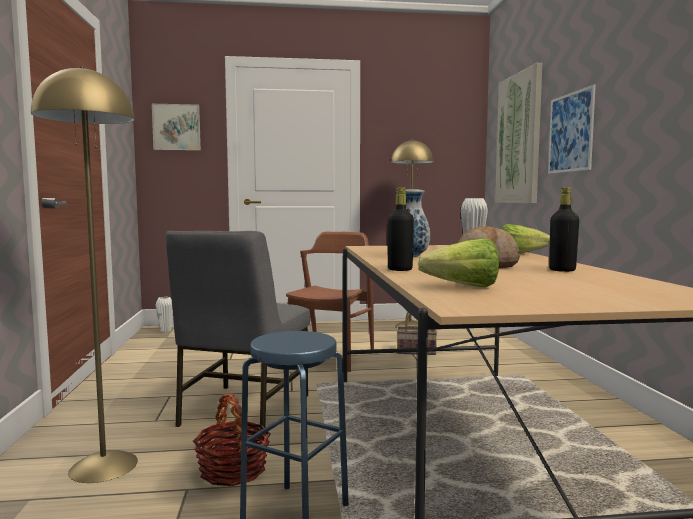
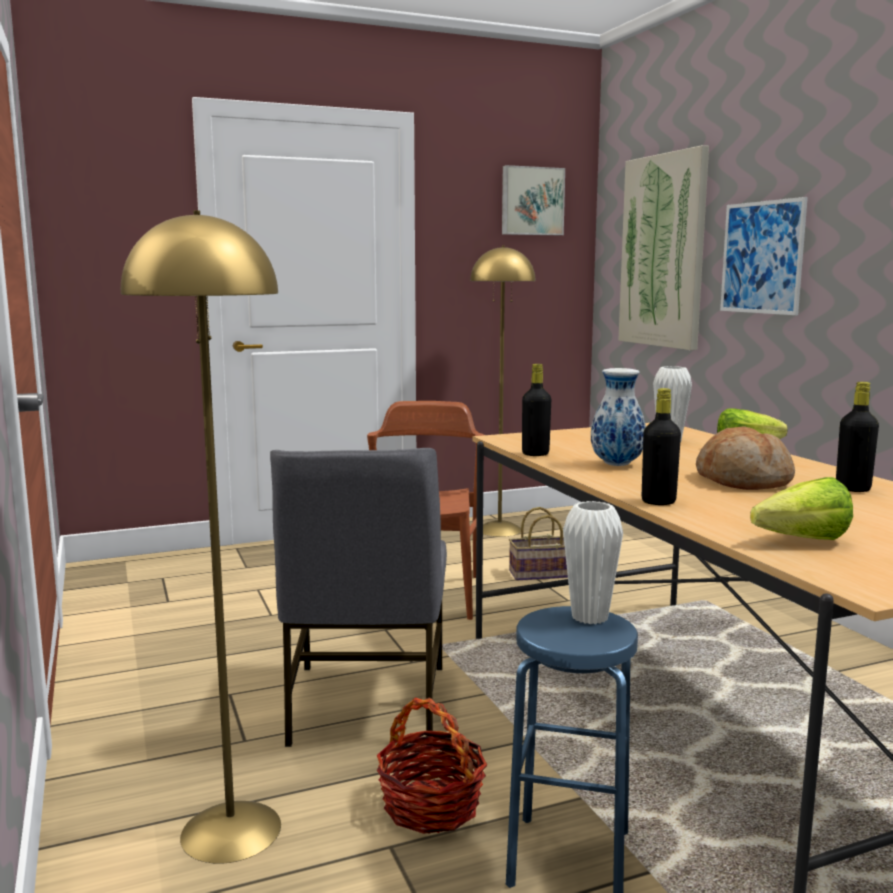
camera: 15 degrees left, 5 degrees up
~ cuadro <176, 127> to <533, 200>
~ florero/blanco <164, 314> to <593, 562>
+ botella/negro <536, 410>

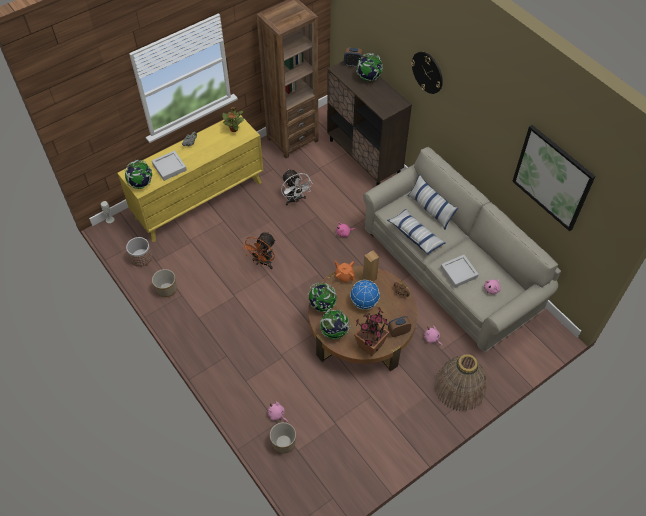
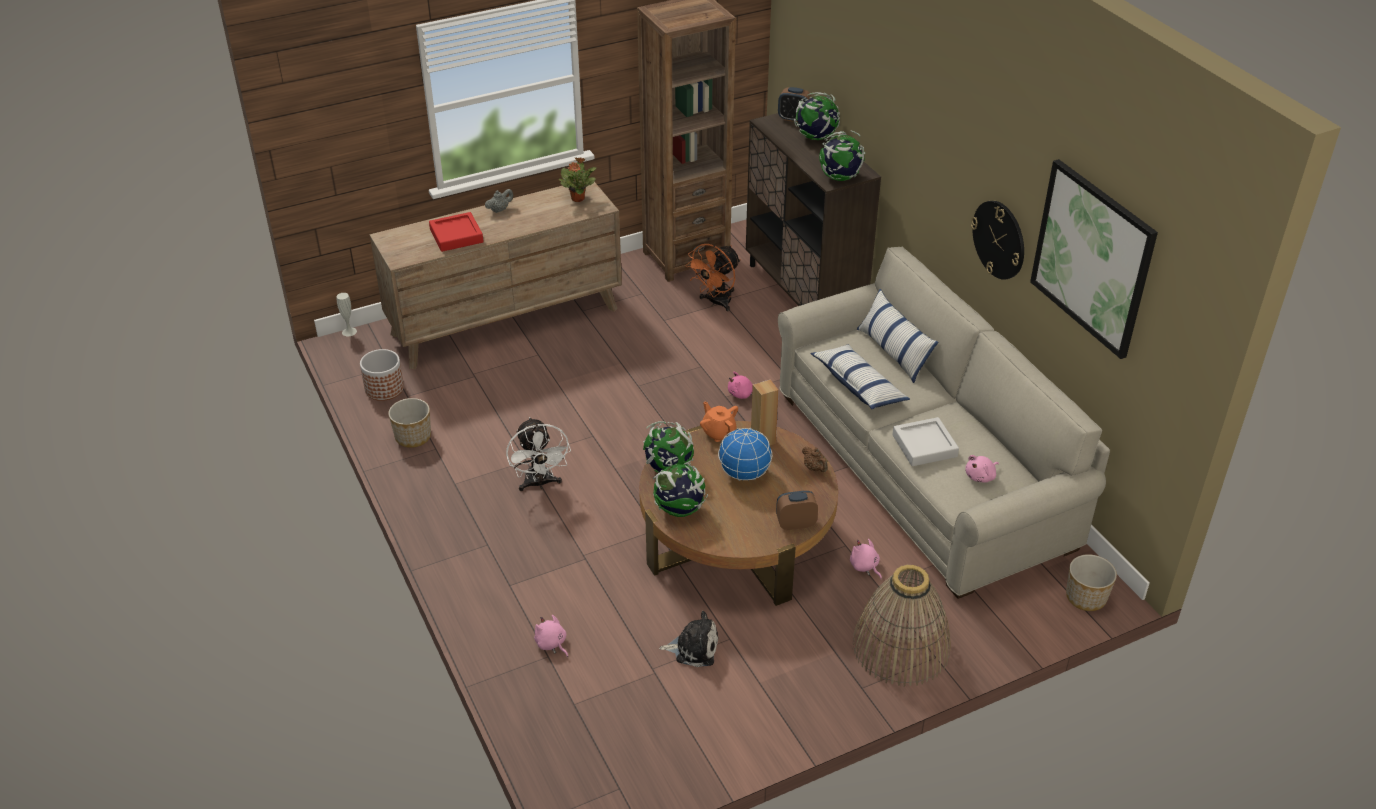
camera: 10 degrees right, 15 degrees down
~ reloj de pared <427, 72> to <997, 240>
~ cómoda/amarillo <190, 178> to cómoda/marrón <496, 275>
~ bandeja/gris <169, 165> to bandeja/rojo <456, 232>
~ globo terráqueo <138, 174> to <842, 155>
~ ventilador/blanco <297, 187> to <538, 454>
~ ventilador/naranja <259, 250> to <713, 277>
- planta en maceta <371, 331>
~ maceta <283, 438> to <1091, 582>
+ peluche <688, 639>

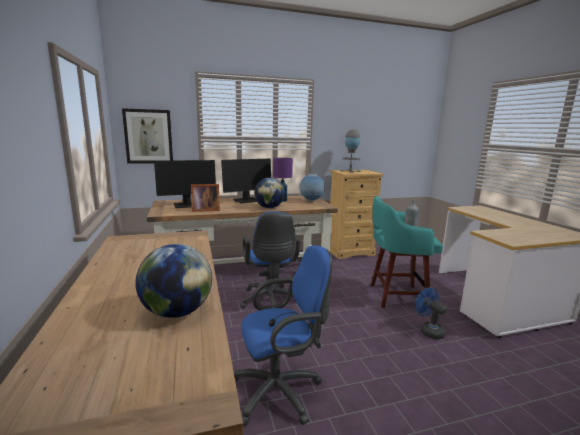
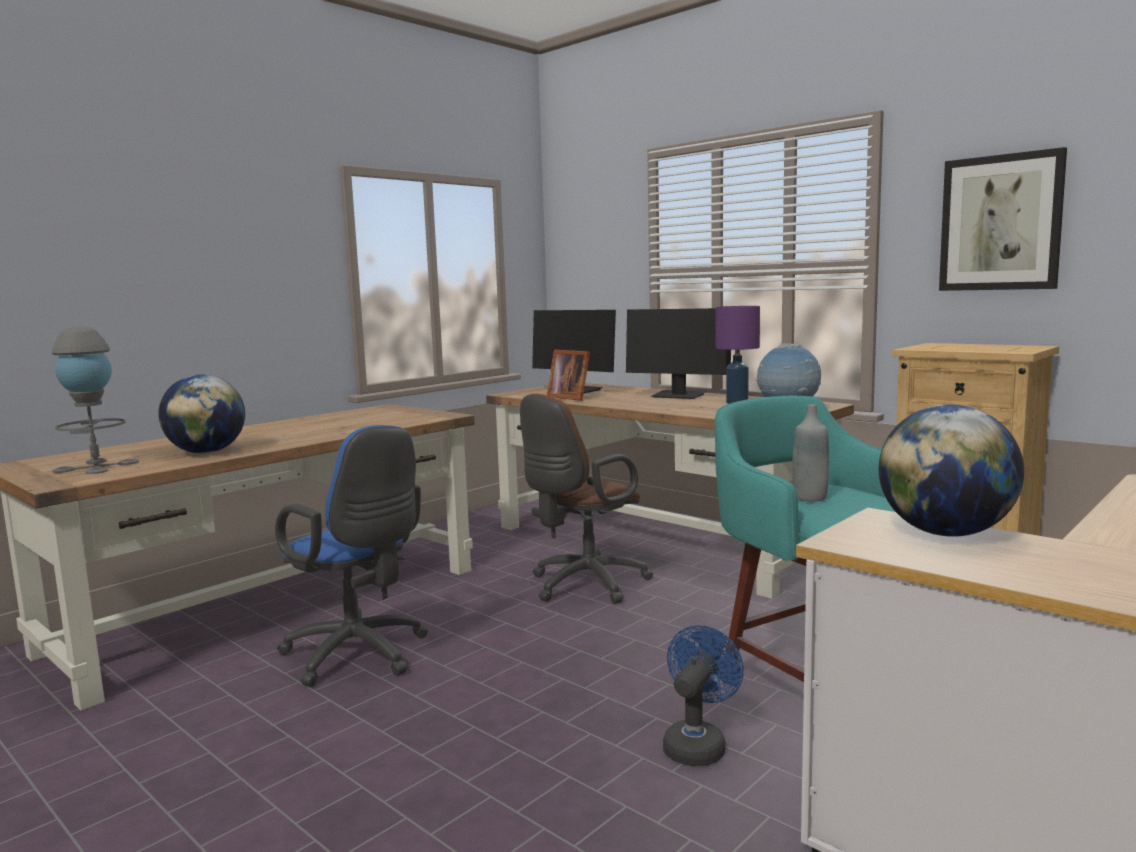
camera: 60 degrees right, 5 degrees down
~ cuadro <147, 136> to <1003, 219>
~ lámpara de mesa/gris <350, 151> to <95, 400>
~ globo terráqueo <269, 193> to <951, 470>
~ silla de oficina/azul <270, 260> to silla de oficina/marrón <586, 499>

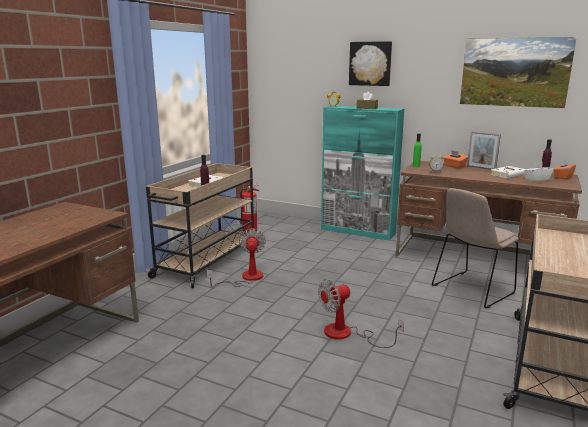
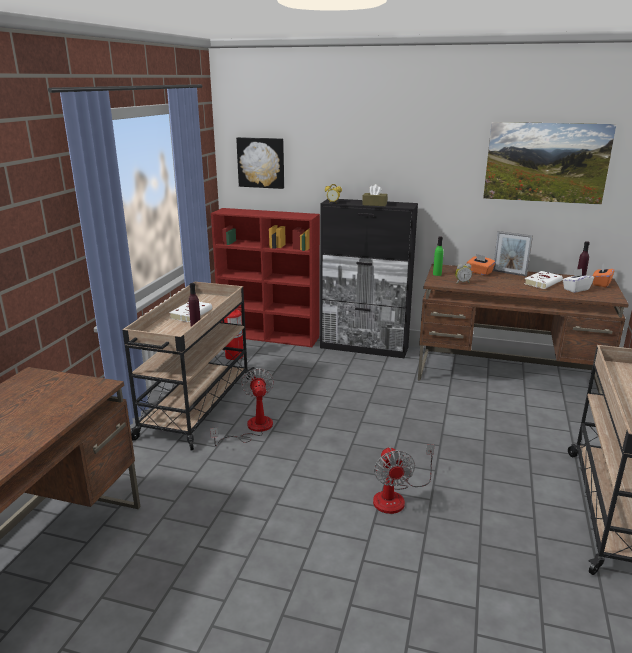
camera: 10 degrees left, 5 degrees up
~ cuadro <370, 63> to <260, 163>
~ armario/turquesa <362, 173> to armario/negro <369, 278>
- silla/beis <475, 248>
~ ventilador <361, 313> = <404, 479> 60 degrees counterclockwise
+ estantería/rojo <265, 277>

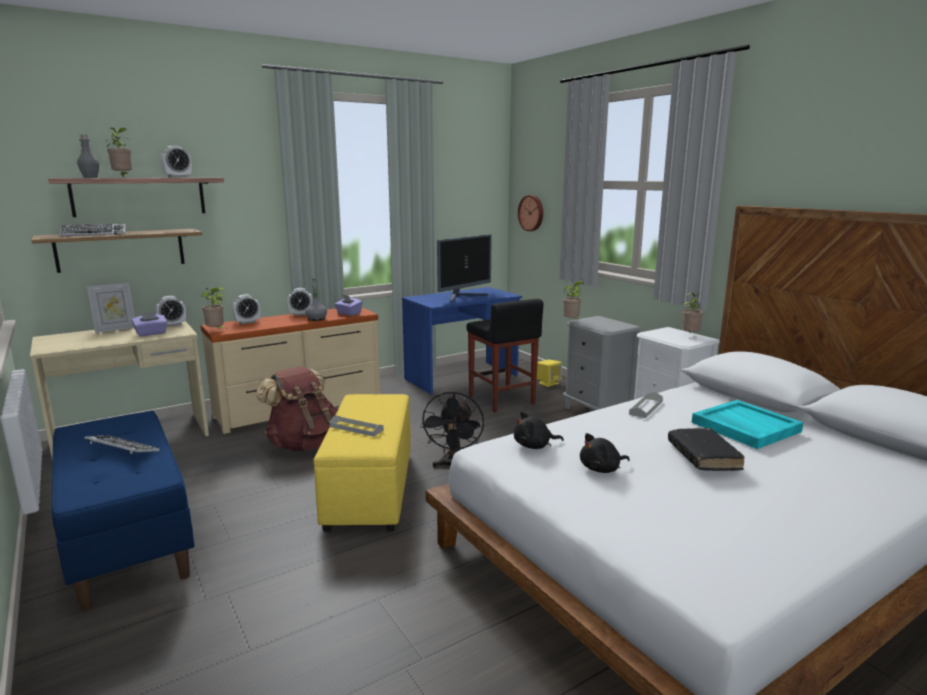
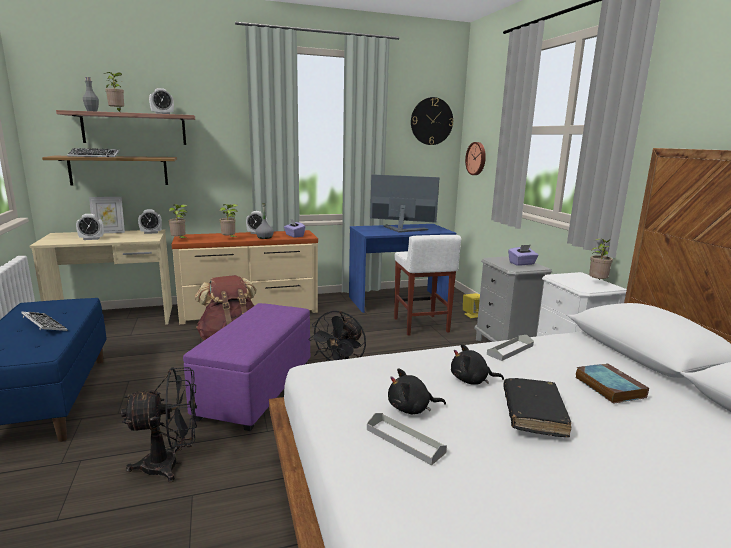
camera: 15 degrees right, 0 degrees up
~ monitor <464, 268> = <404, 203> 135 degrees counterclockwise
~ planta en maceta <573, 301> to <229, 221>
~ despertador <246, 309> to <90, 227>
~ taburete/negro <505, 356> to taburete/blanco <427, 285>
~ caja de pañuelos/morado <149, 323> to <523, 255>
~ puf/amarillo <362, 463> to puf/morado <246, 367>
~ bandeja/turquesa <748, 424> to libro <612, 383>
~ peluche/negro <539, 430> to <477, 364>
~ bandeja/gris <357, 426> to <407, 439>
+ reloj de pared <432, 121>
+ ventilador/negro <159, 424>

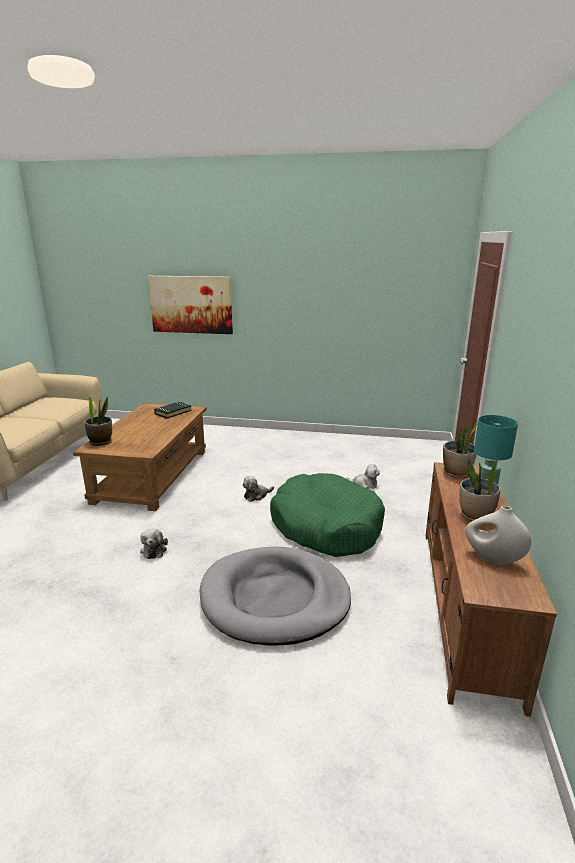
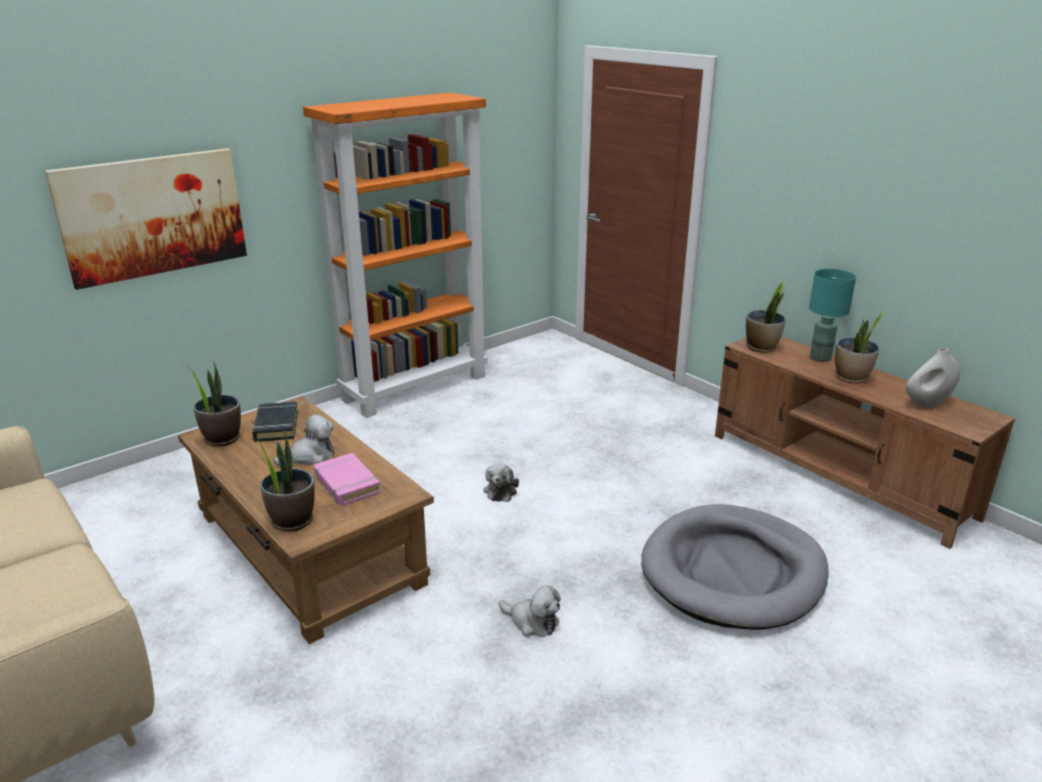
camera: 50 degrees left, 5 degrees up
~ peluche <363, 476> to <304, 440>
- cama para perro/verde <327, 515>
+ estantería/naranja <395, 255>
+ planta en maceta <214, 403>
+ libro/rosa <347, 479>

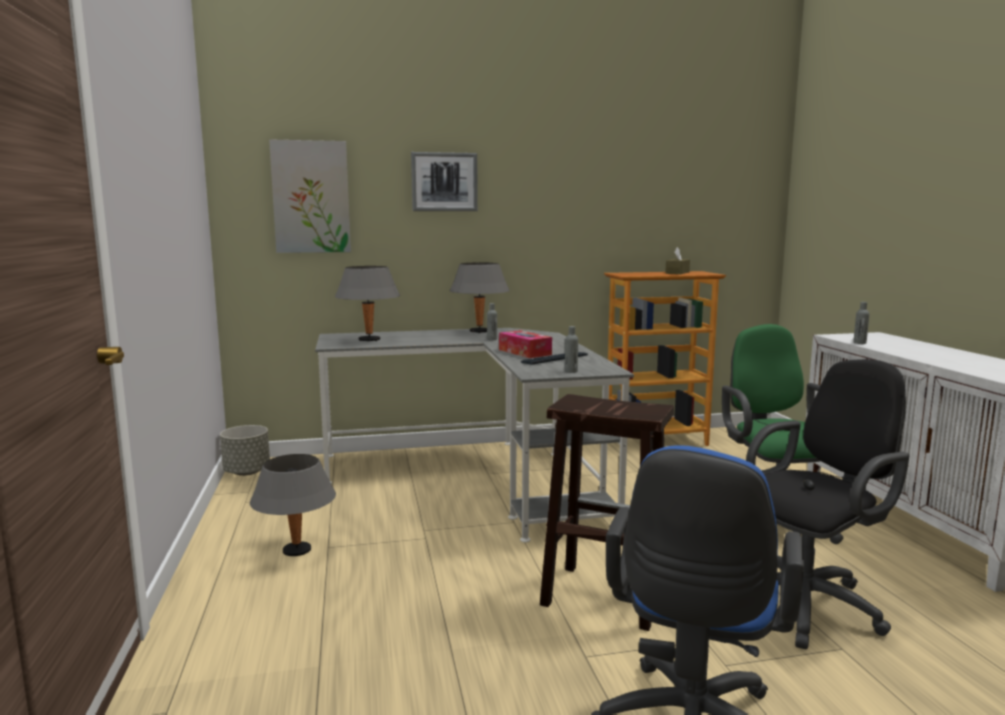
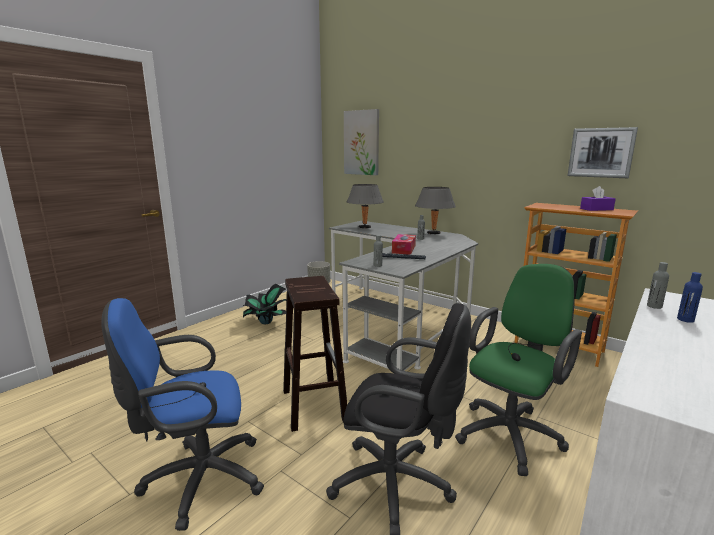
camera: 50 degrees right, 5 degrees up
~ cuadro <444, 181> to <603, 152>
~ caja de pañuelos/marrón <677, 260> to caja de pañuelos/morado <598, 198>
~ lámpara de mesa/gris <293, 505> to planta en maceta <265, 304>
+ botella/azul <690, 297>

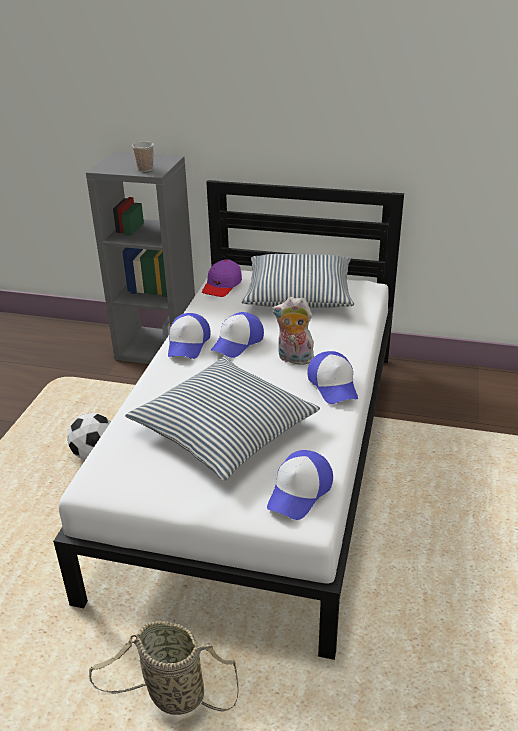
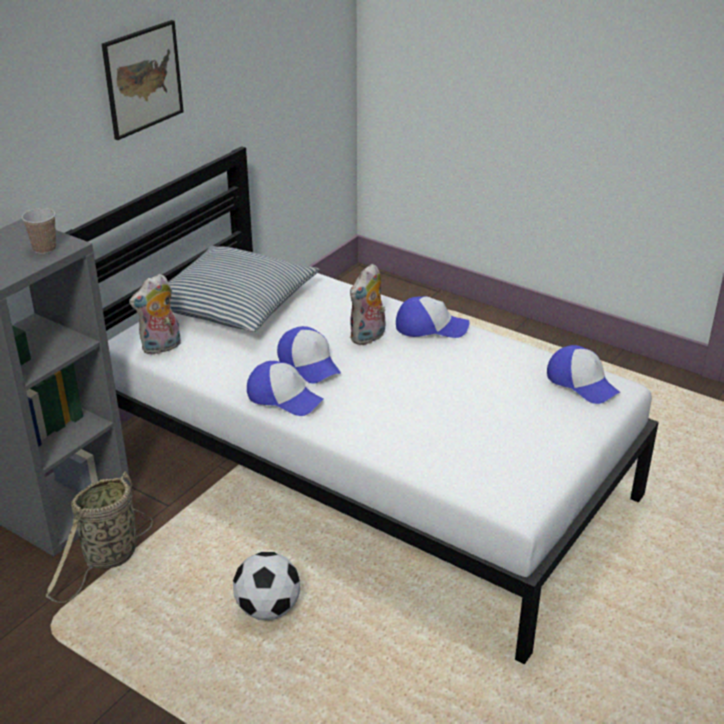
camera: 70 degrees left, 0 degrees up
~ gorra/morado <222, 278> to peluche <155, 314>
- cojín <222, 419>
~ cesta <164, 668> to <99, 537>
+ cuadro <143, 80>

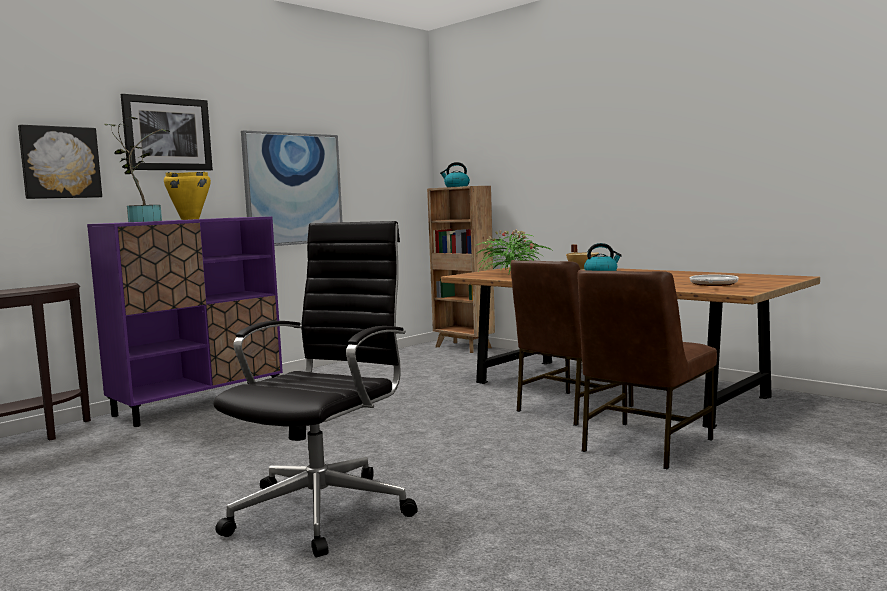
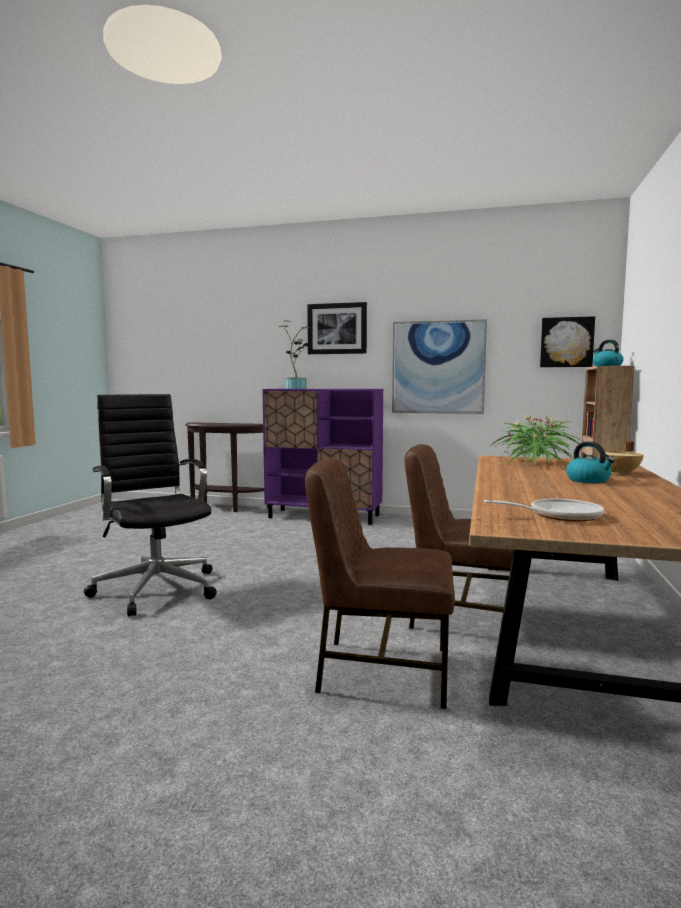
camera: 60 degrees right, 0 degrees up
~ cuadro <60, 162> to <567, 341>
- olla/amarillo <187, 196>
~ silla de oficina/negro <315, 389> = <150, 505> 120 degrees counterclockwise

